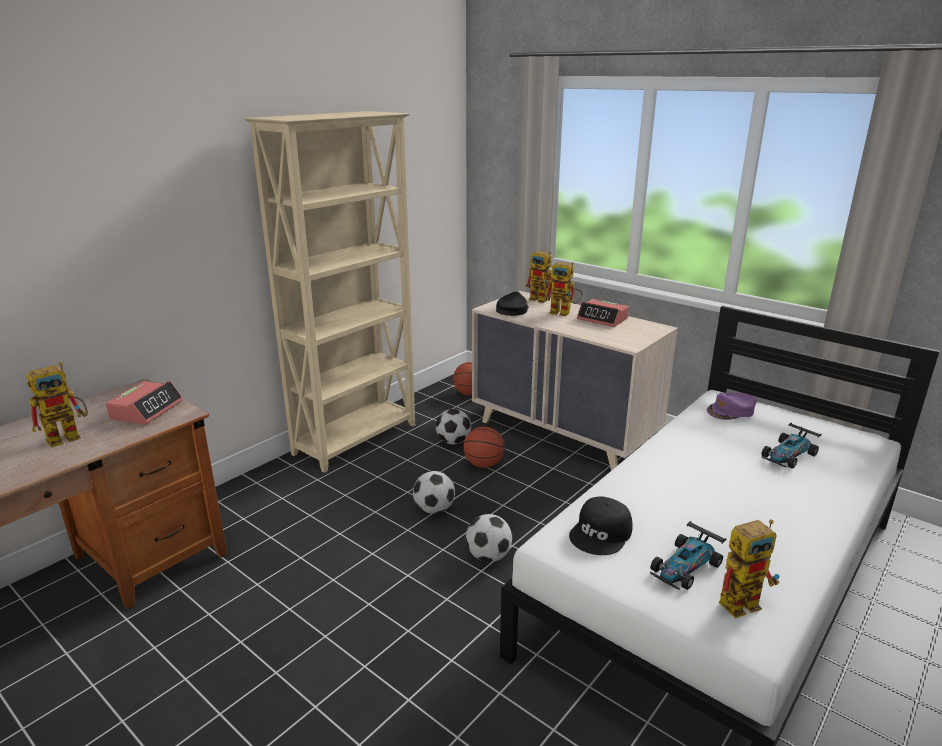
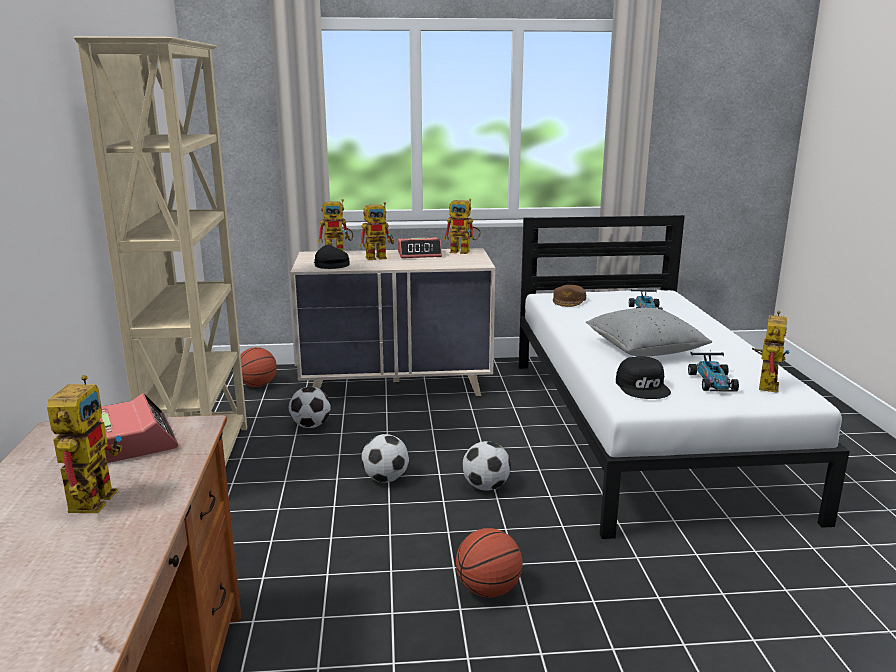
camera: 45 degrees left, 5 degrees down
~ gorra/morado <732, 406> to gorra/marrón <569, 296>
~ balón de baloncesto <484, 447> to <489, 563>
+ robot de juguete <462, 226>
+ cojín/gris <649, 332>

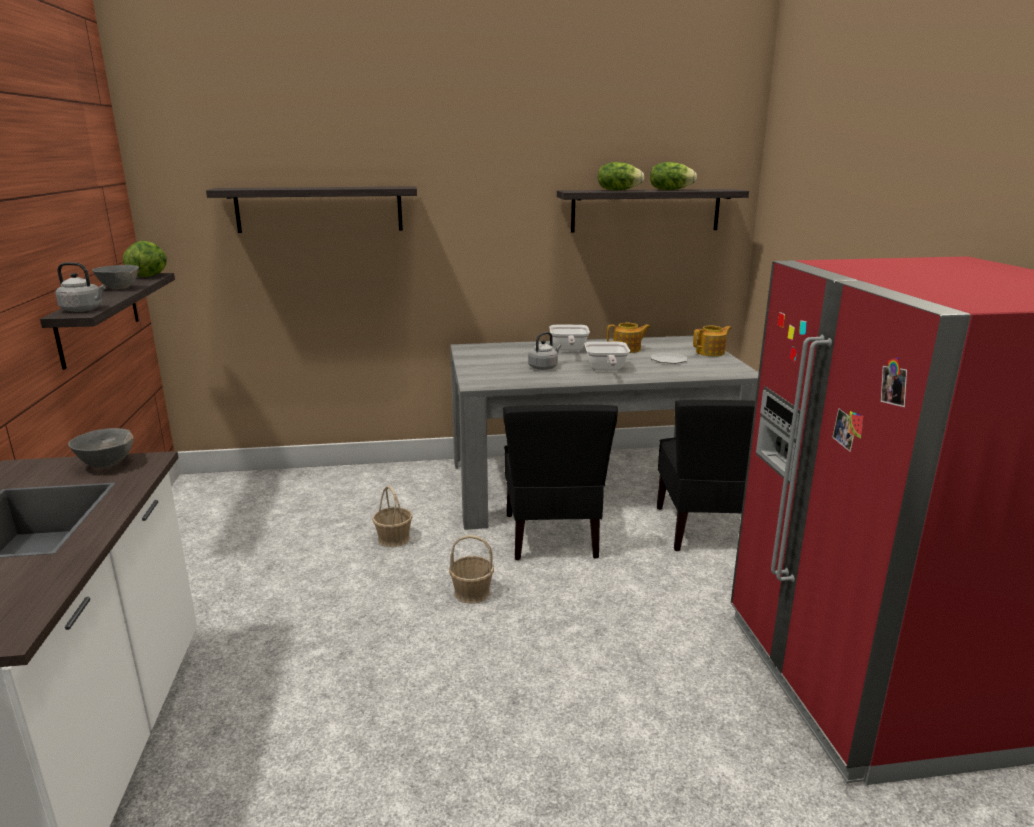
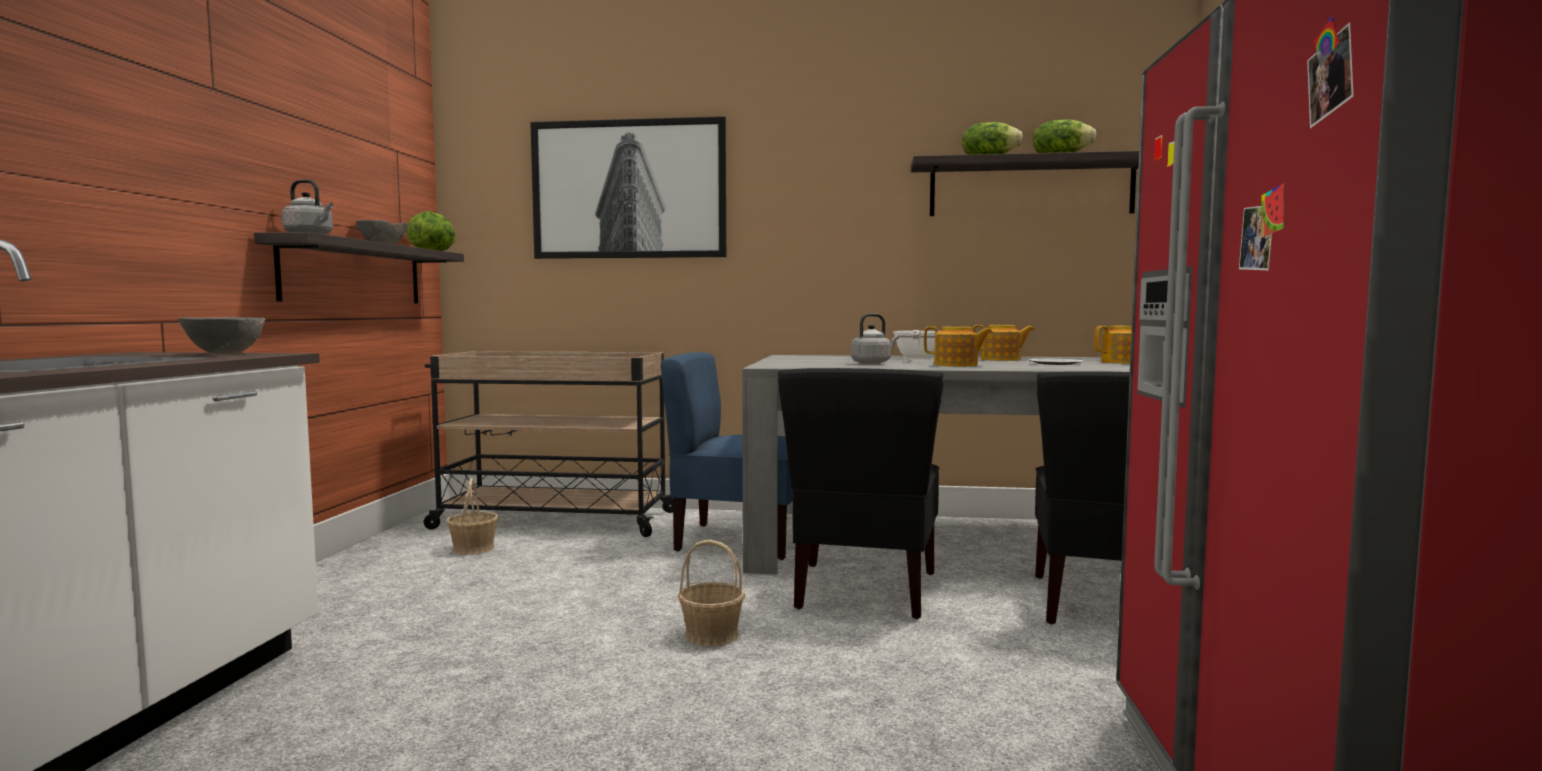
camera: 15 degrees right, 15 degrees down
~ estante <311, 209> to cuadro <628, 187>
~ sartén <607, 356> to tetera <958, 346>
~ cesta <392, 516> to <472, 516>
+ carrito/beis <548, 444>
+ silla/azul <727, 456>

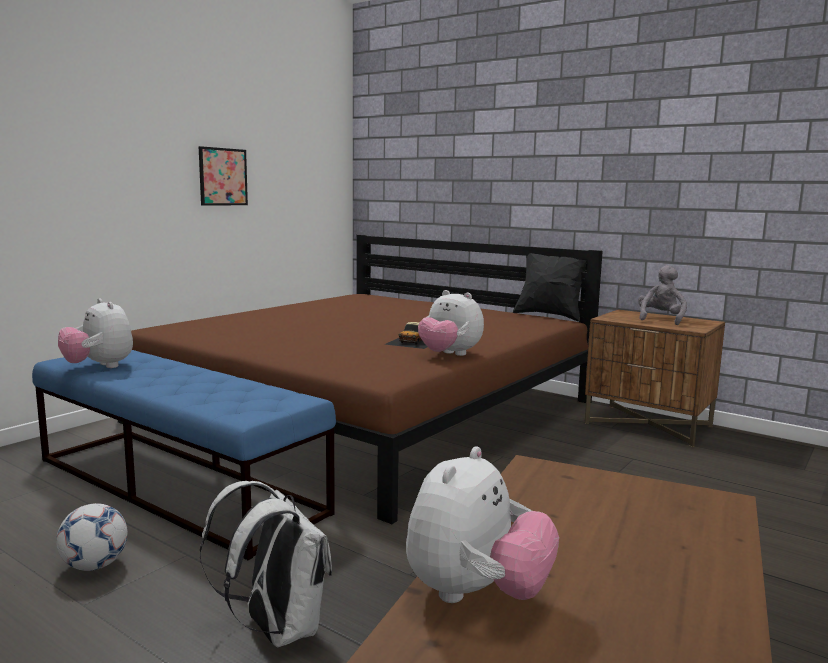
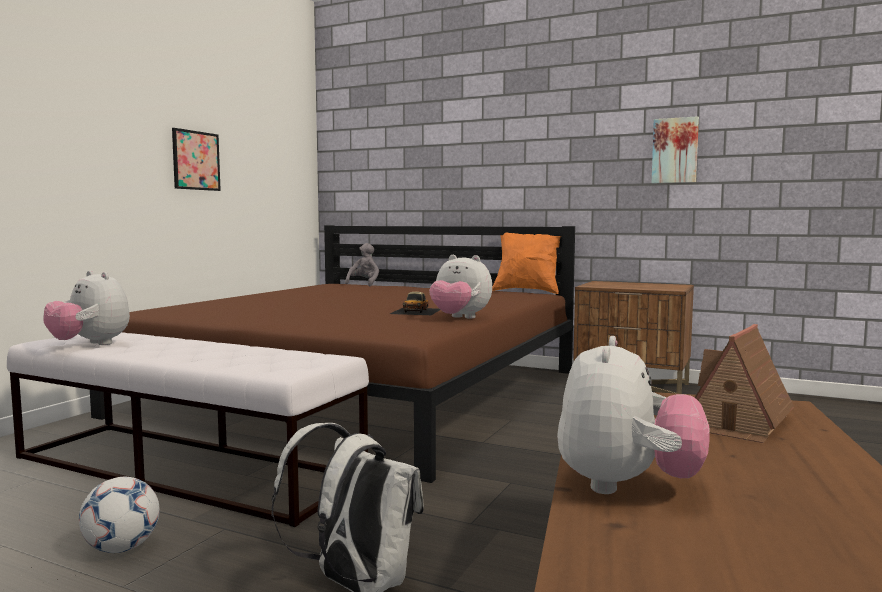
camera: 10 degrees left, 5 degrees down
~ cojín/negro <550, 287> to cojín/naranja <526, 263>
~ peluche/gris <662, 295> to <362, 264>
~ banco/azul <184, 455> to banco/blanco <188, 429>
+ cuadro <675, 149>
+ casita <744, 383>

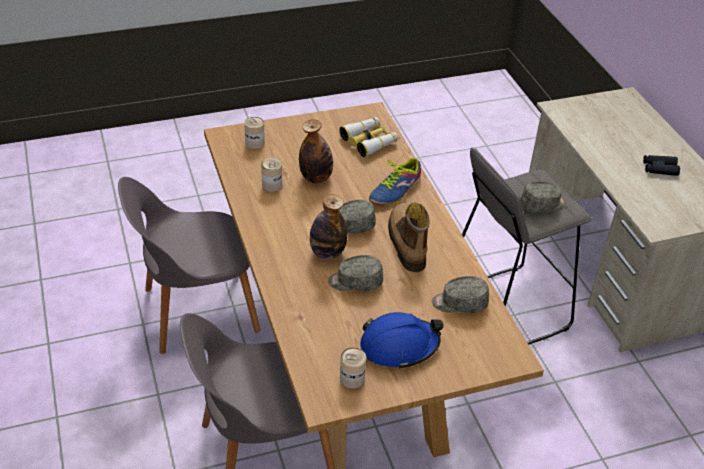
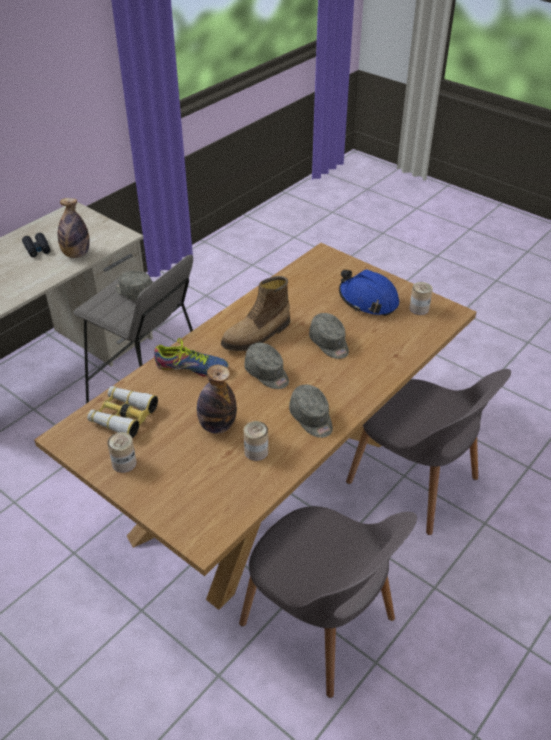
camera: 120 degrees left, 0 degrees up
~ lata <254, 133> to <122, 452>
~ botella <328, 227> to <74, 228>
~ gorra/gris <460, 294> to <311, 411>

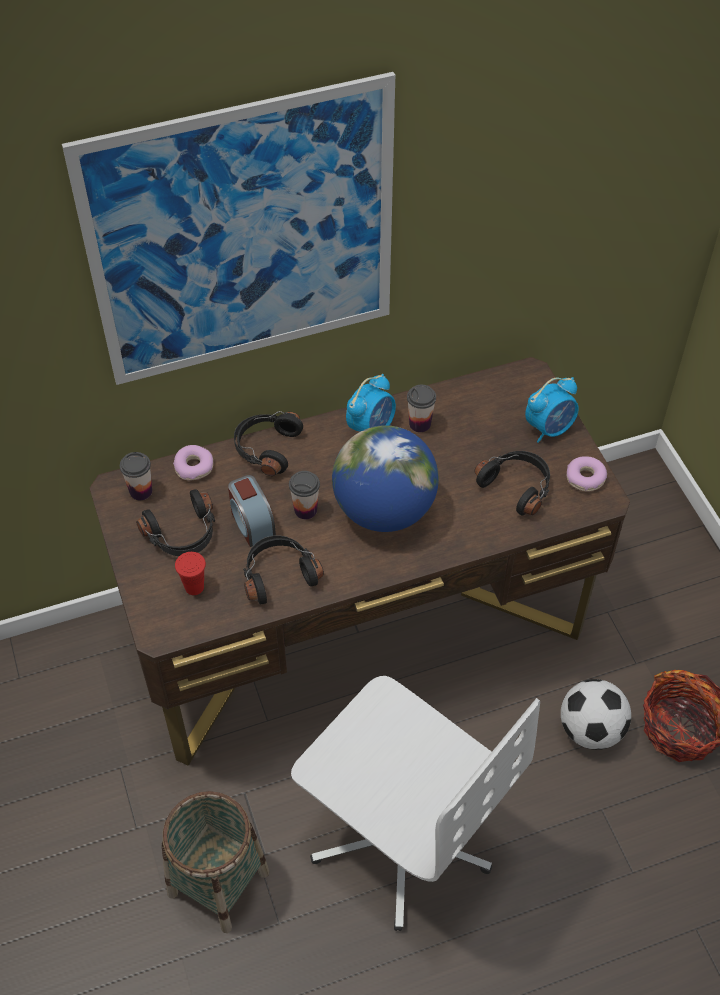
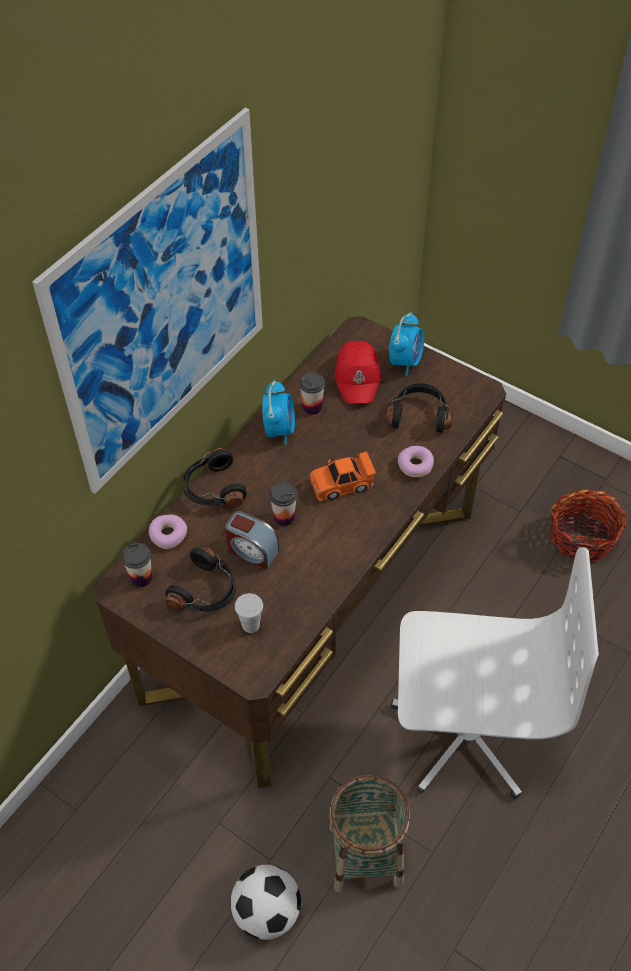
camera: 35 degrees left, 0 degrees up
~ globo terráqueo <385, 478> to coche de juguete/naranja <343, 476>
~ rosquilla <587, 474> to <416, 461>
- auriculares/negro <283, 569>
~ taza/rojo <190, 573> to taza/blanco <249, 613>
~ balón de fútbol <596, 714> to <266, 902>
+ gorra/rojo <358, 372>

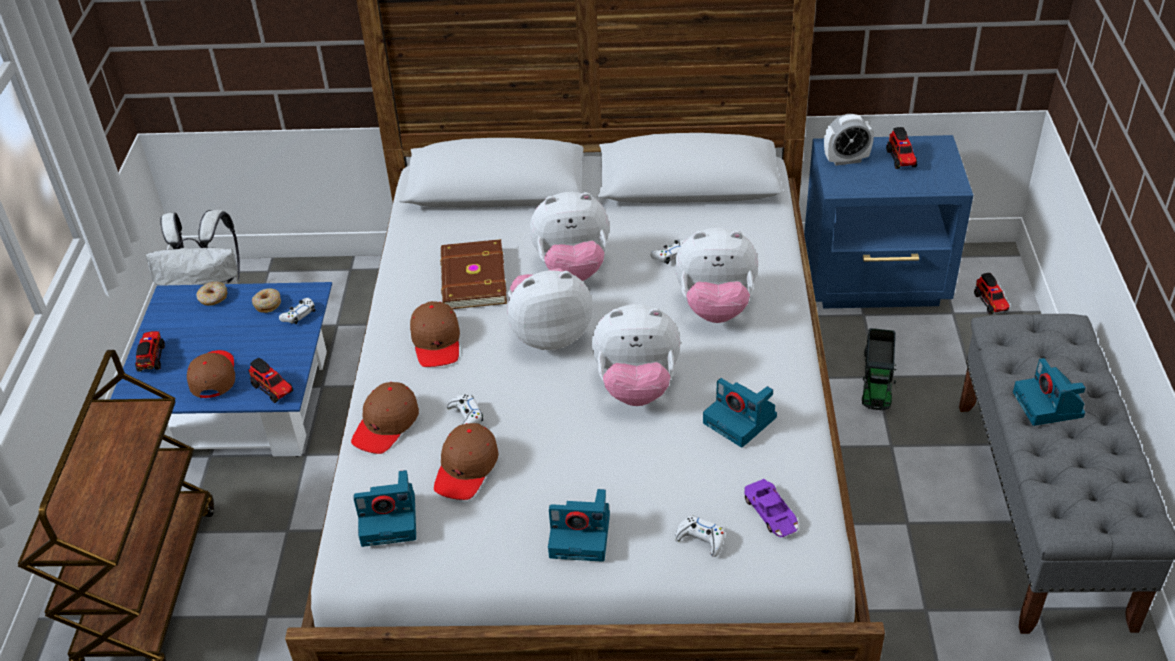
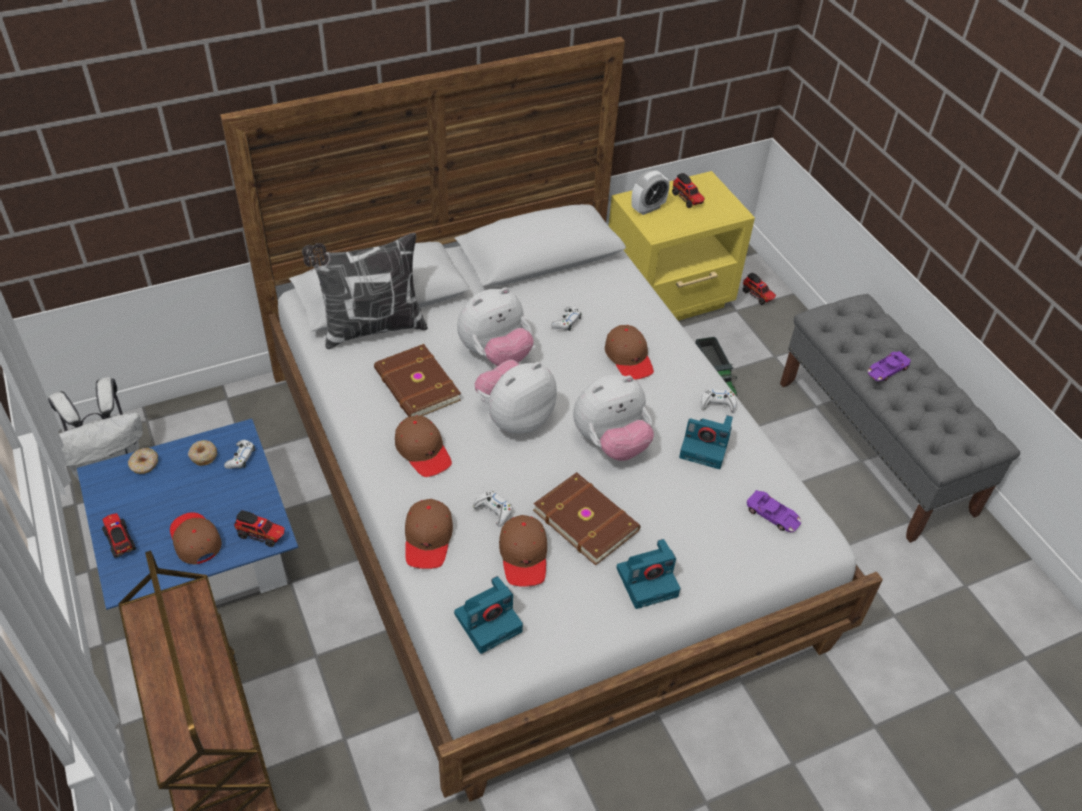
camera: 30 degrees left, 5 degrees up
~ mesita de noche/azul <888, 221> to mesita de noche/amarillo <682, 246>
~ peluche <716, 275> to gorra/marrón <629, 352>
~ cámara <1049, 392> to coche de juguete/morado <889, 366>
~ mando de consola/blanco <699, 536> to <718, 400>
+ cojín <365, 291>
+ libro/marrón <587, 519>

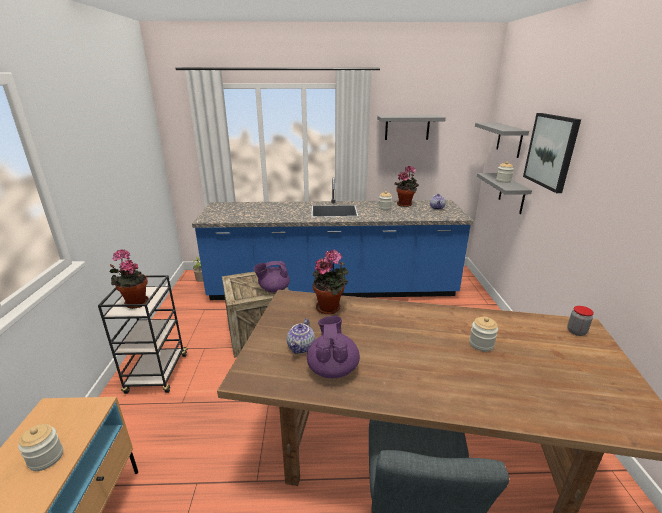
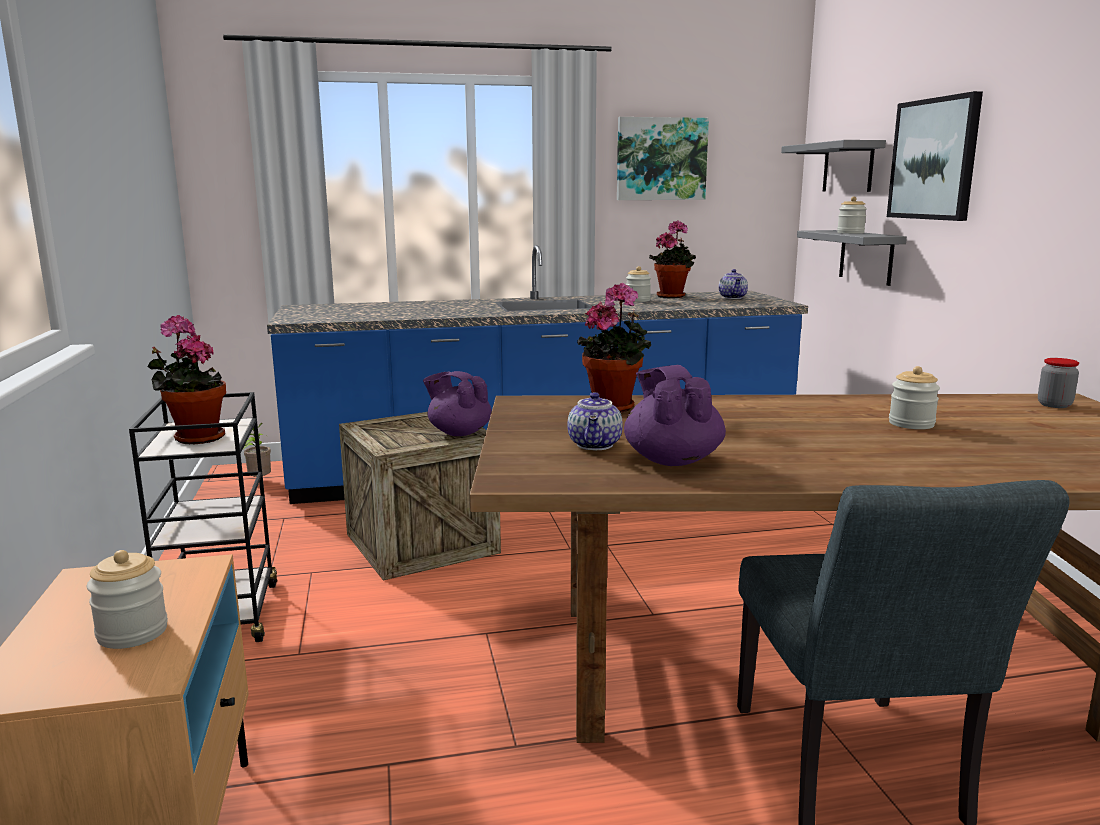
camera: 10 degrees left, 10 degrees down
~ estante/gris <411, 127> to cuadro <663, 158>
~ tetera/morado <272, 277> = <457, 403> 60 degrees clockwise

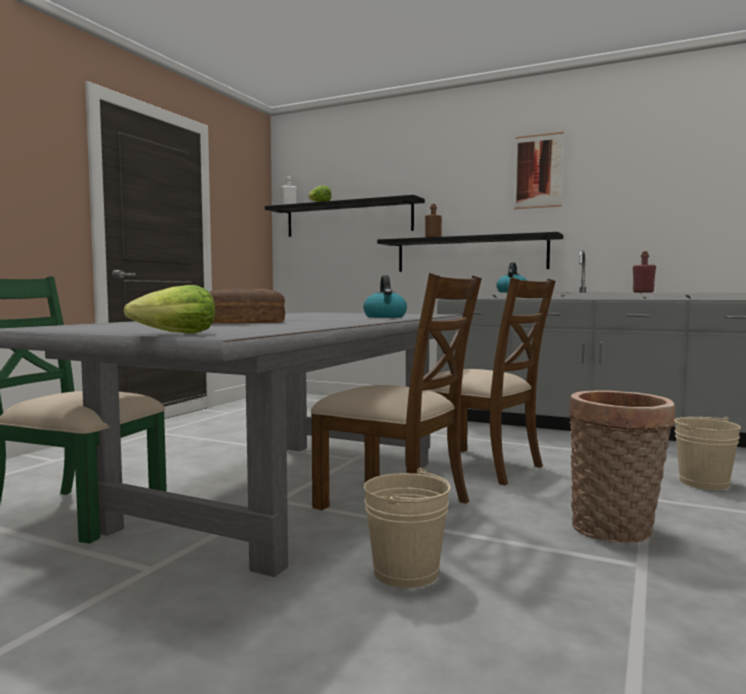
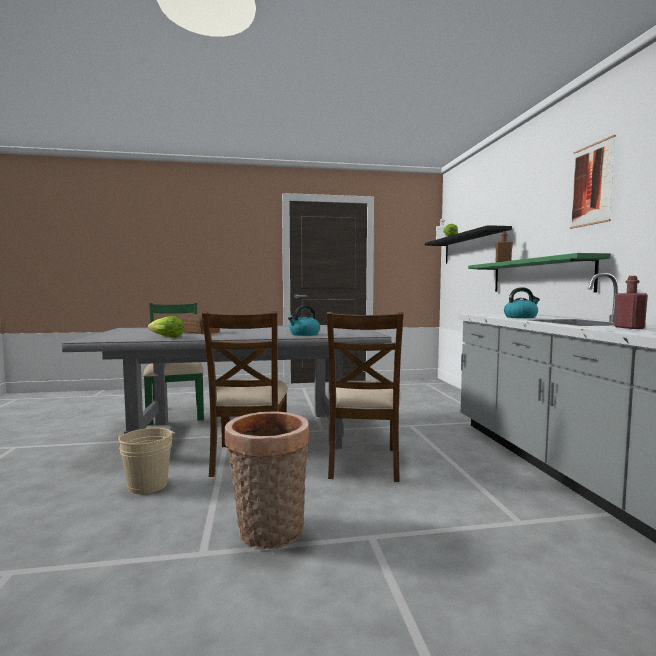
camera: 55 degrees right, 0 degrees up
~ estante/negro <470, 252> to estante/verde <539, 273>
~ lechuga <169, 309> to <166, 327>
- cubo/beis <707, 453>

